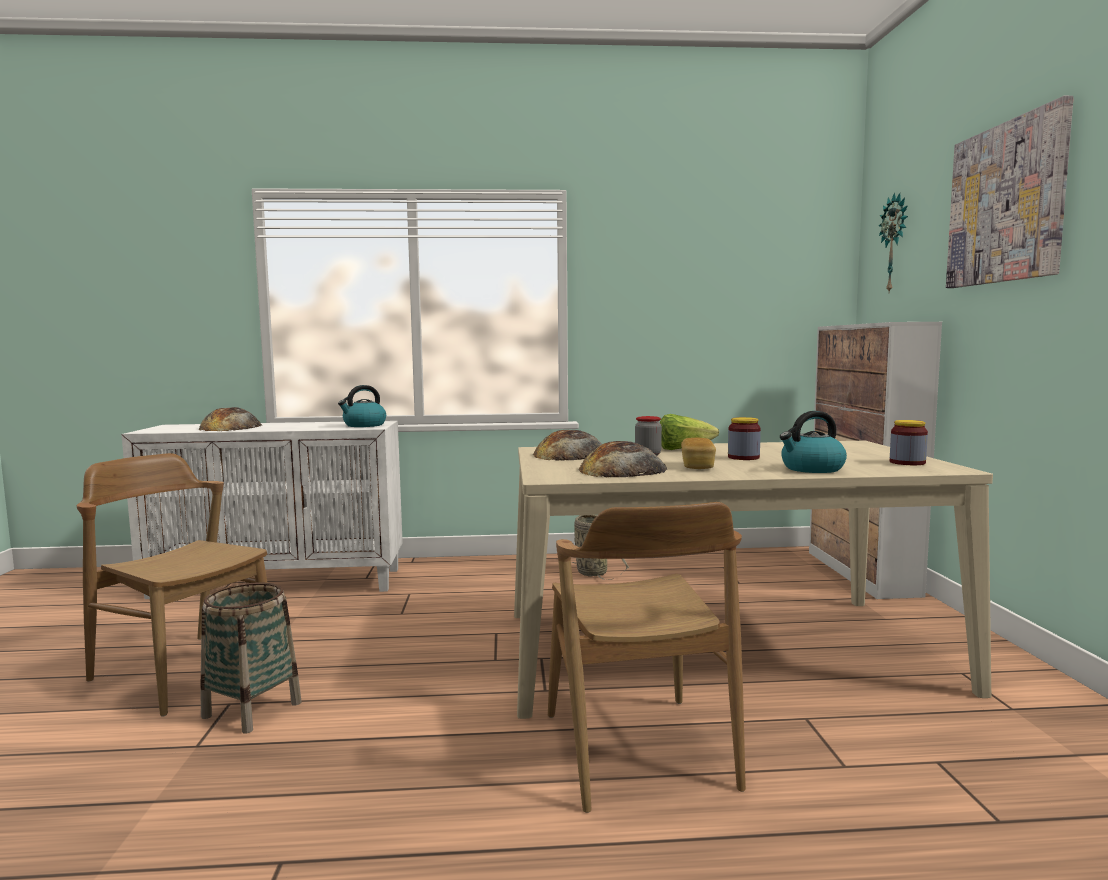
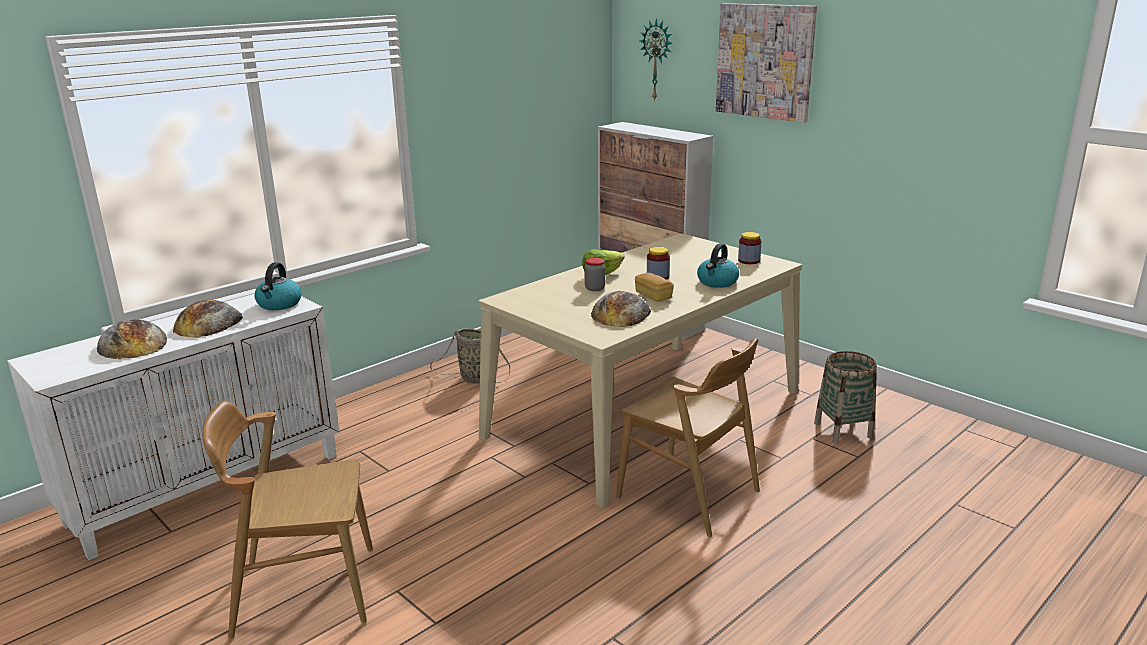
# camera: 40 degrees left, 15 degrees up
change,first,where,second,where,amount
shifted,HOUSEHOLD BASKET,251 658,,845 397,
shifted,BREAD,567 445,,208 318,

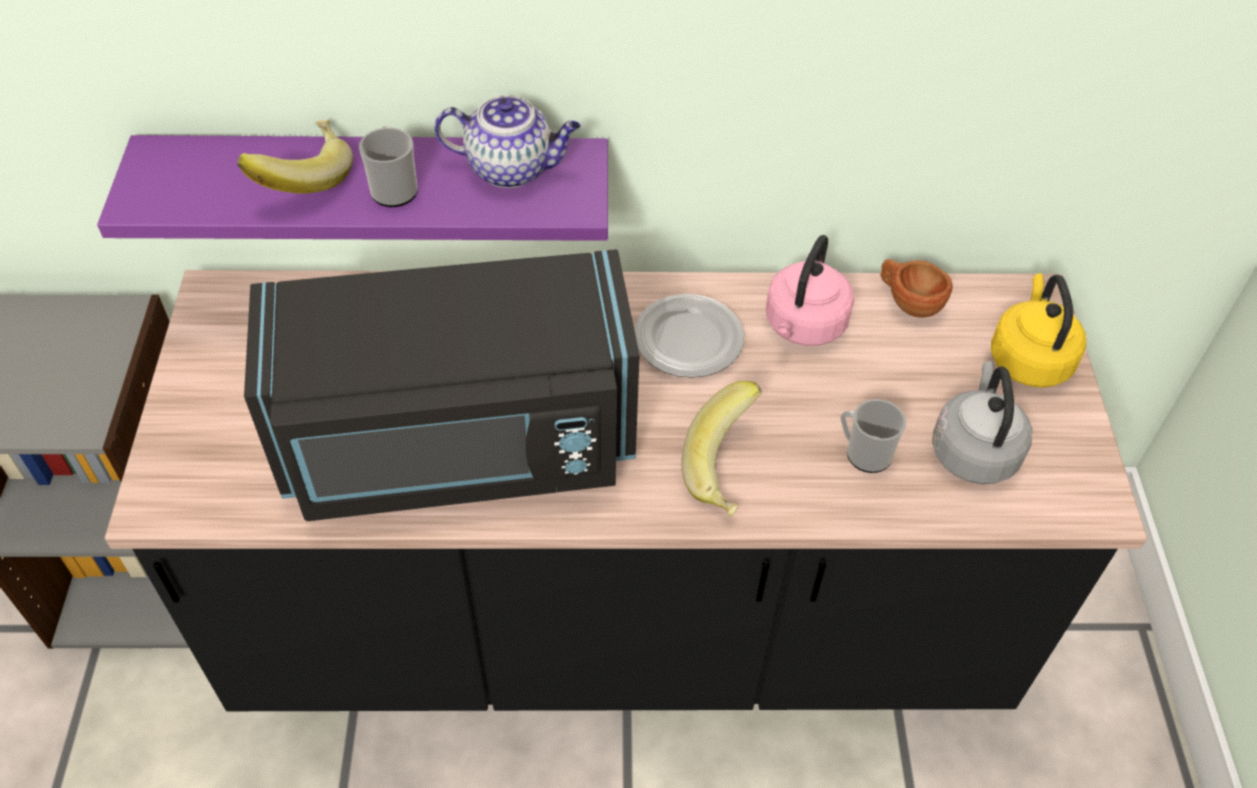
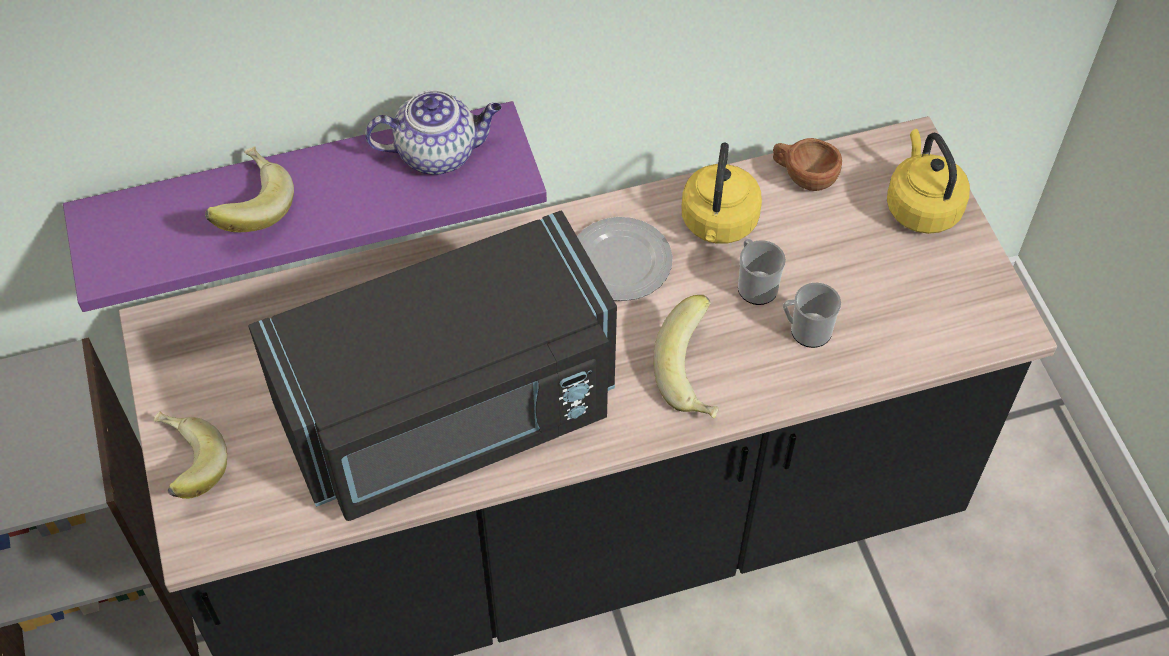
# camera: 15 degrees left, 5 degrees up
change,first,where,second,where,amount
gone,GREY WATER KETTLE,982 422,,,
new,,,BANANA,190 455,
shifted,COFFEE MUG,388 166,,762 271,
repainted,PINK-COLOURED WATER KETTLE,810 290,YELLOW-COLOURED WATER KETTLE,721 193,

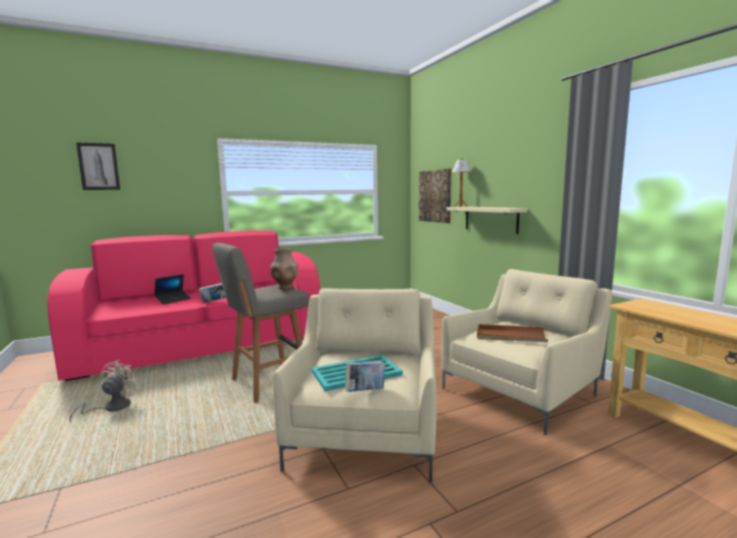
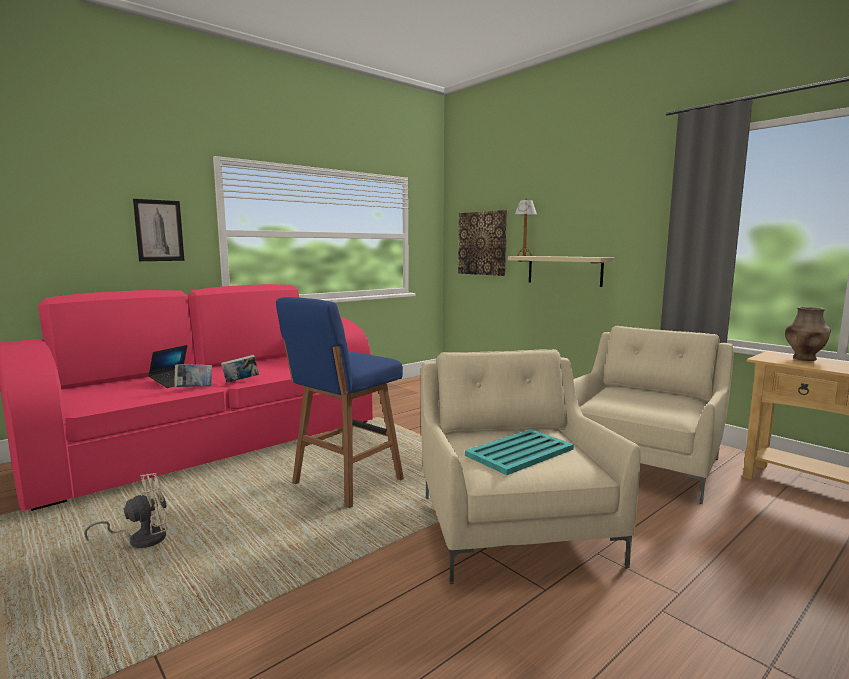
# camera: 15 degrees left, 0 degrees up
change,first,where,second,where,amount
gone,BROWNISH TRAY,512 333,,,
shifted,WALL PICTURE,98 166,,158 230,
shifted,BROWNISH FLOWER VASE,284 269,,808 334,
shifted,BOOK,365 376,,193 375,
repainted,GREY STOOL,260 323,BLUE STOOL,340 402,
rotated,BEIGE COOLING FAN,105 391,,126 510,60 degrees clockwise

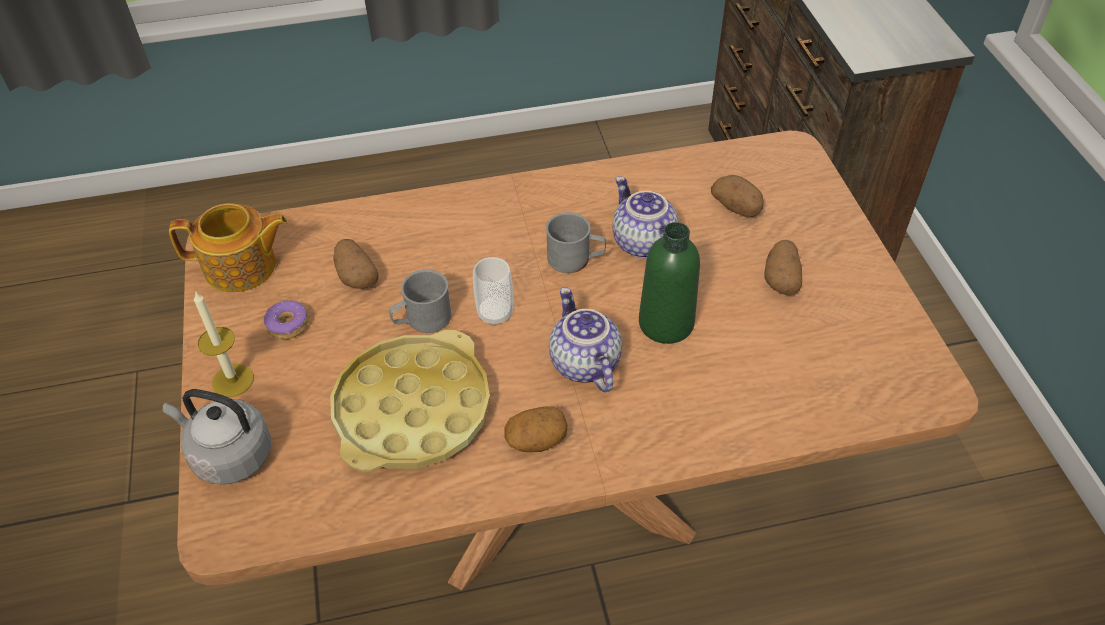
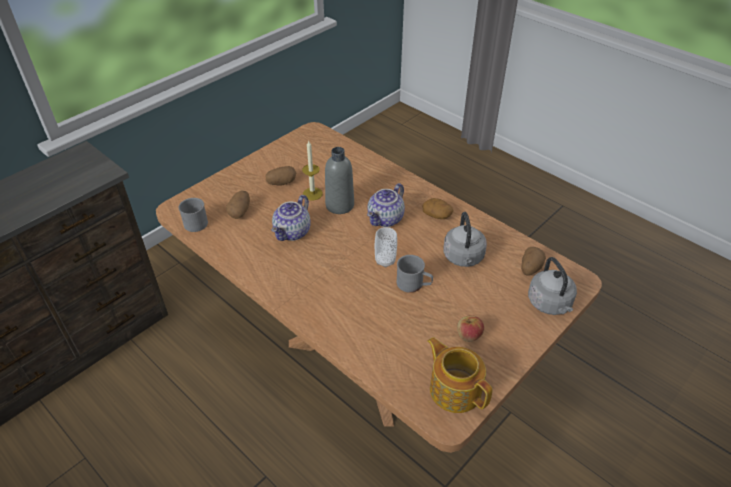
# camera: 125 degrees left, 5 degrees down
change,first,where,second,where,amount
shifted,WAX LIGHT,224 344,,312 170,
shifted,SPUD,356 264,,533 261,
shifted,GREY COFFEE MUG,576 242,,193 215,
swapped,DONUT,286 319,WHOLE APPLE,470 328,
swapped,YELLOW-COLOURED TRAY,410 401,GREY WATER KETTLE,465 239,
repainted,GREENISH BOTTLE,669 283,GREY BOTTLE,339 180,

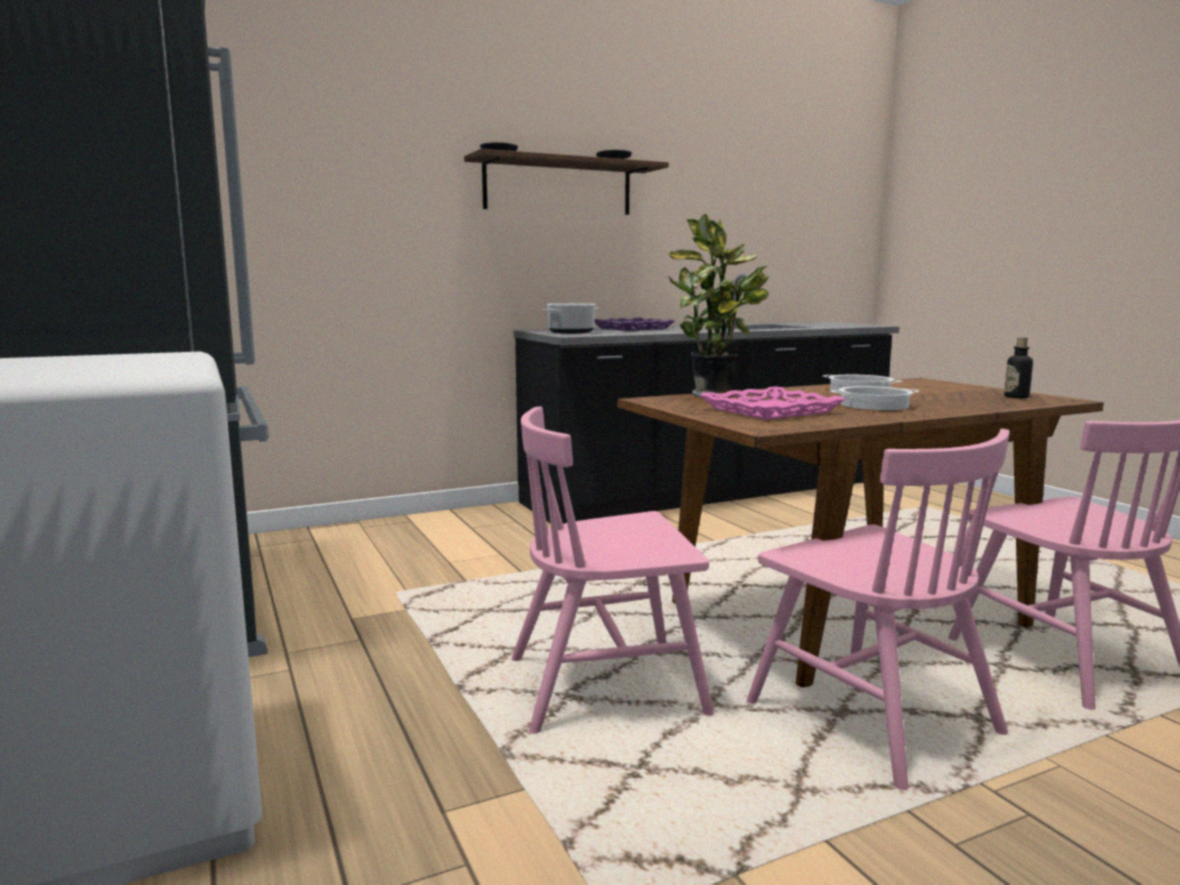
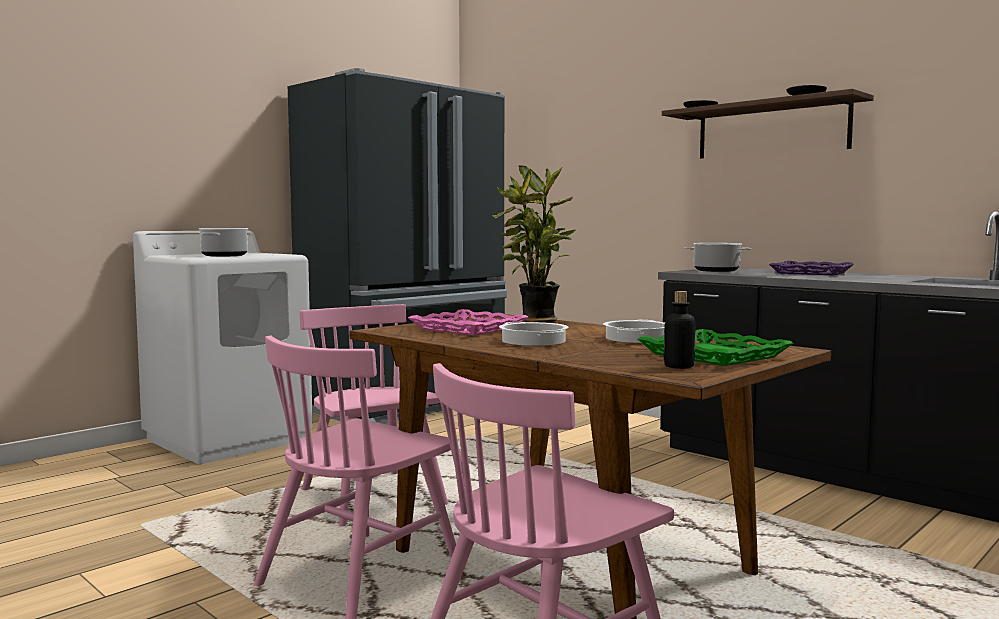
# camera: 70 degrees right, 5 degrees down
change,first,where,second,where,amount
new,,,STOCKPOT,223 242,
new,,,GREENISH TRAY,715 347,

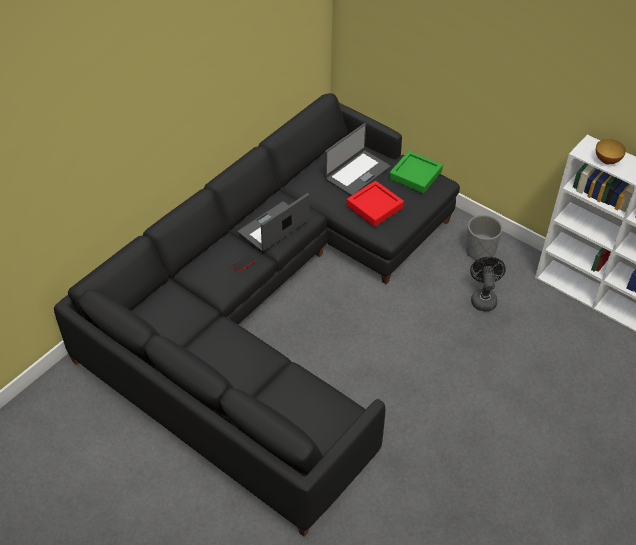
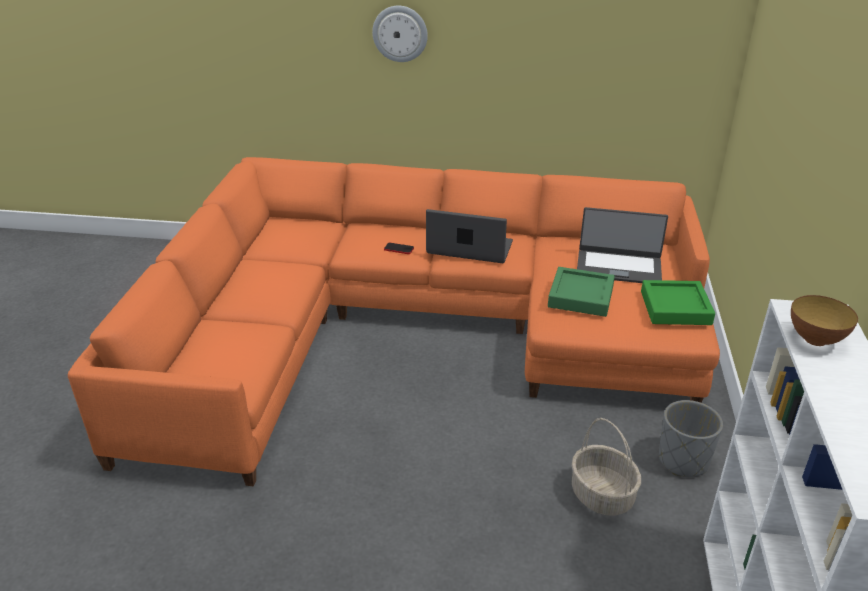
# camera: 60 degrees right, 15 degrees down
change,first,where,second,where,amount
new,,,WALL CLOCK,400 34,
swapped,BLACK-COLOURED COOLING FAN,488 284,HOUSEHOLD BASKET,606 467,
repainted,BLACK-COLOURED SOFA,257 315,ORANGE SOFA,394 321,
repainted,RED TRAY,375 204,GREENISH TRAY,581 292,

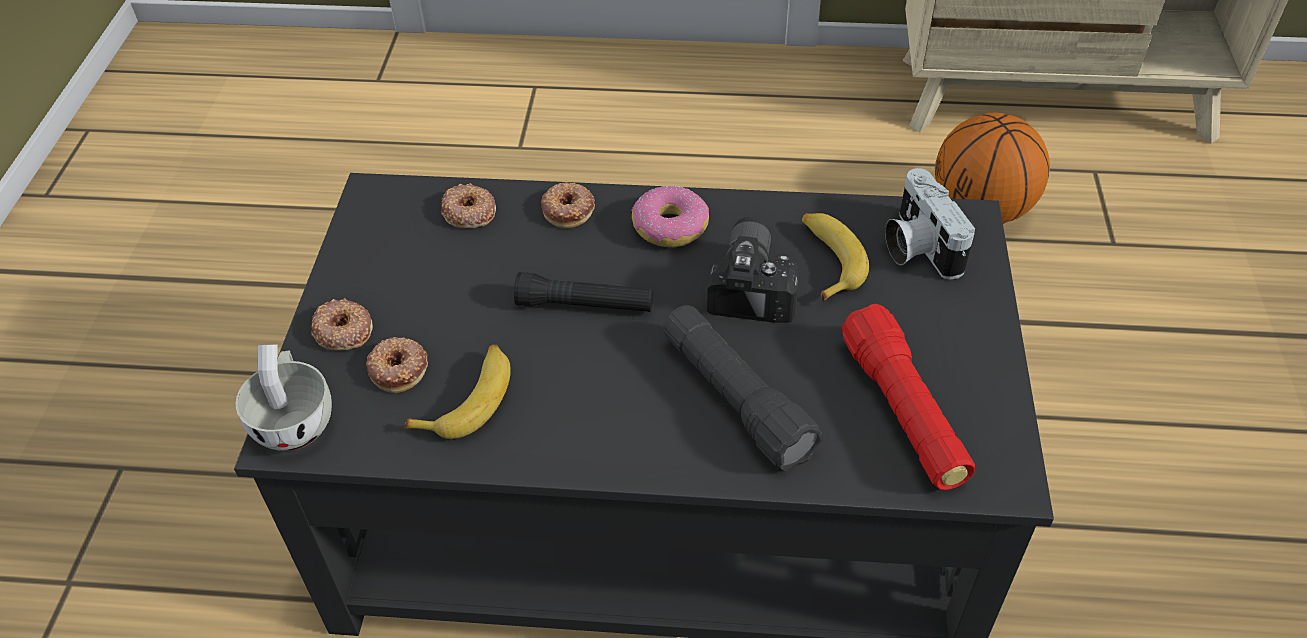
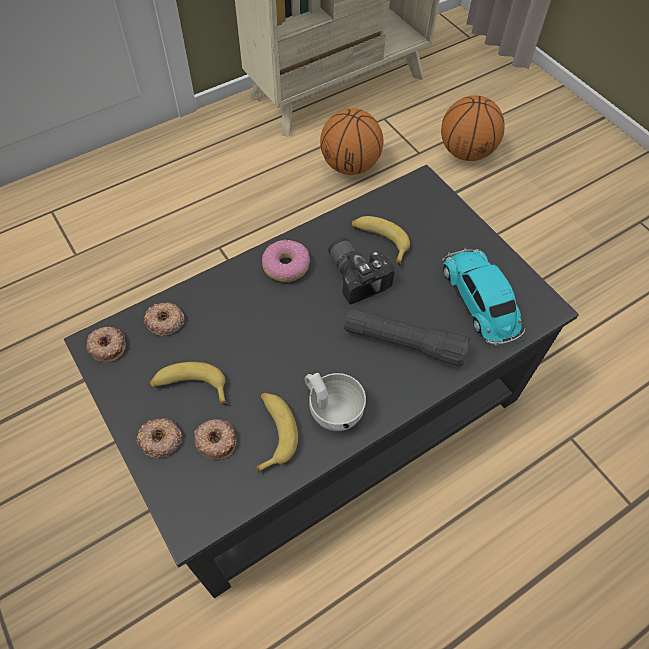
# camera: 40 degrees left, 10 degrees up
change,first,where,second,where,amount
gone,BLACK-COLOURED TORCH,583 292,,,
gone,STILL CAMERA,930 224,,,
new,,,BANANA,188 383,
new,,,BALL FOR BASKETBALL,473 128,
shifted,WHITE DRINKING CUP,284 397,,335 402,
shifted,DONUT,568 205,,106 344,
swapped,RED TORCH,908 397,MINIATURE CAR,483 296,

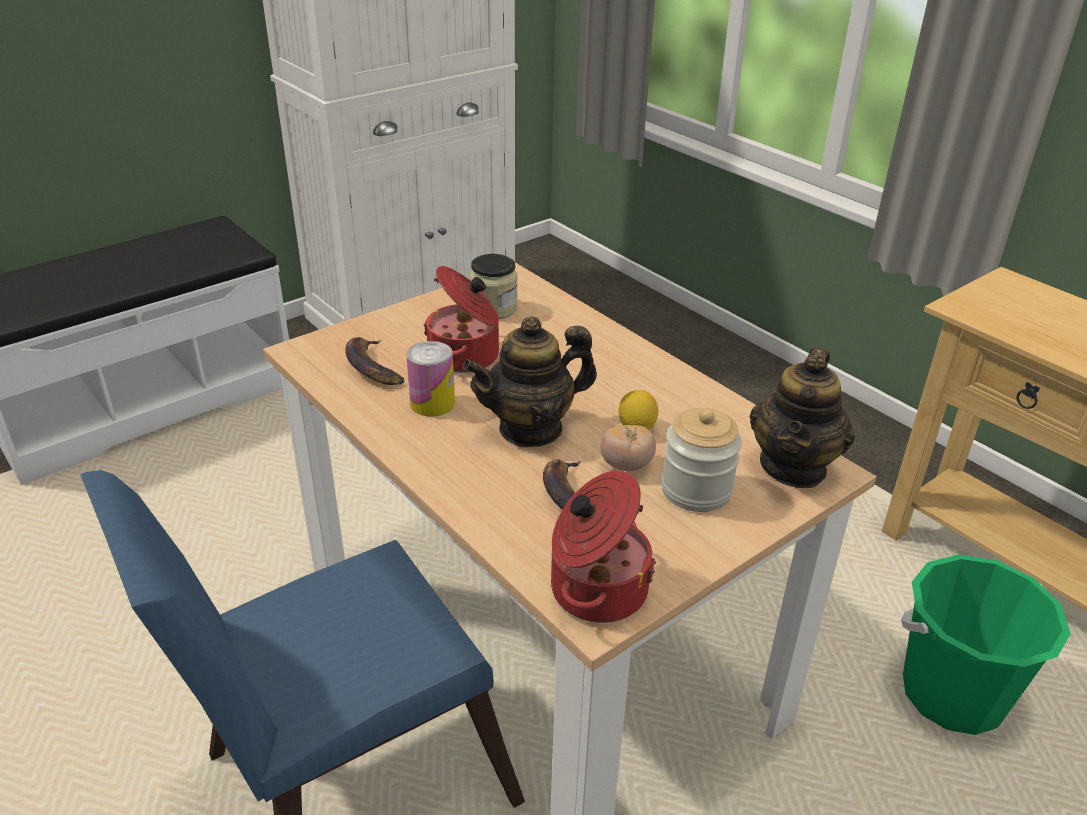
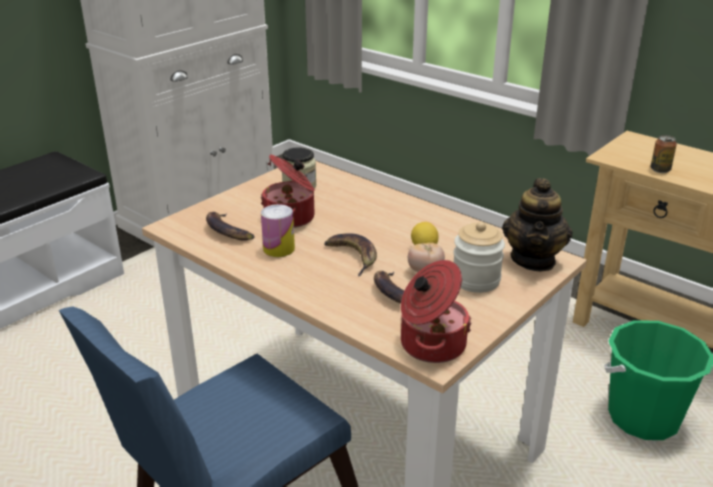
# camera: 10 degrees left, 5 degrees down
change,first,where,second,where,amount
new,,,SEALED CAN,664 154,
swapped,TEAPOT,529 381,BANANA,350 254,

